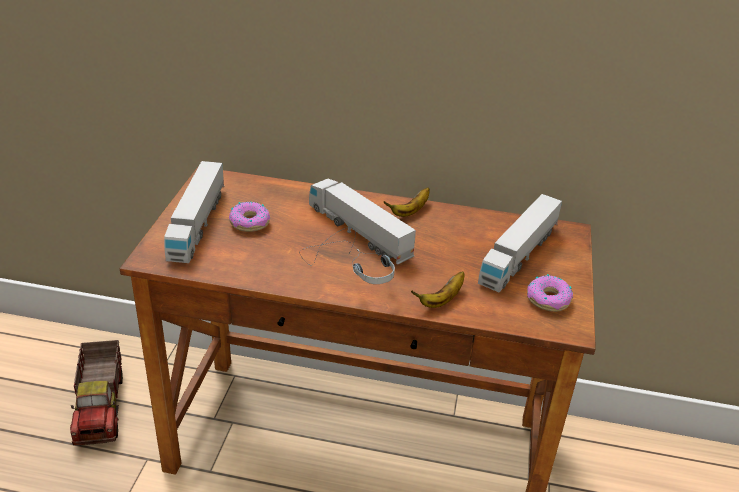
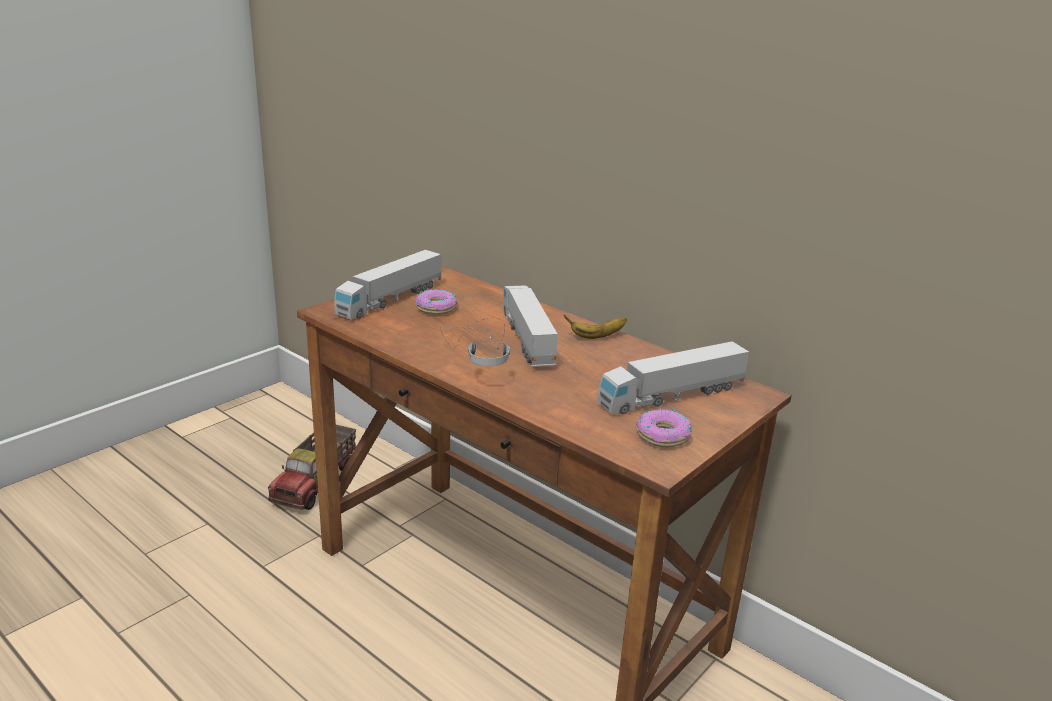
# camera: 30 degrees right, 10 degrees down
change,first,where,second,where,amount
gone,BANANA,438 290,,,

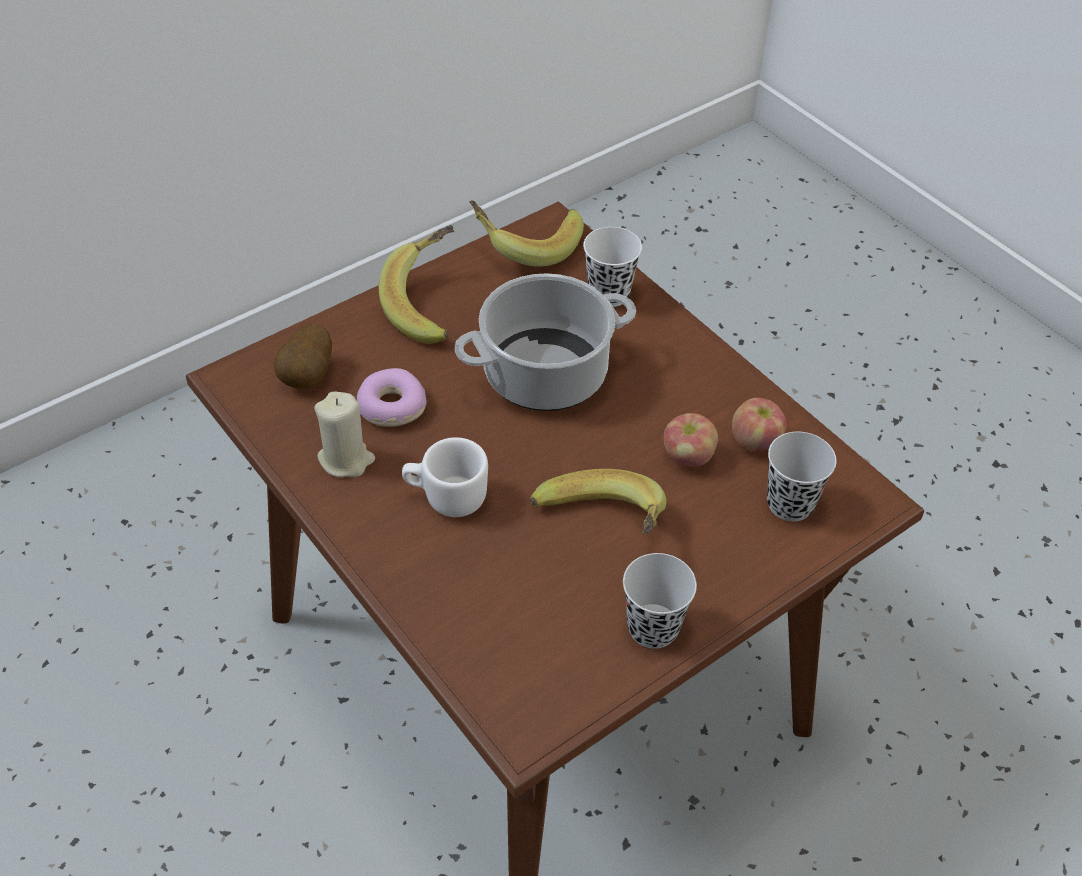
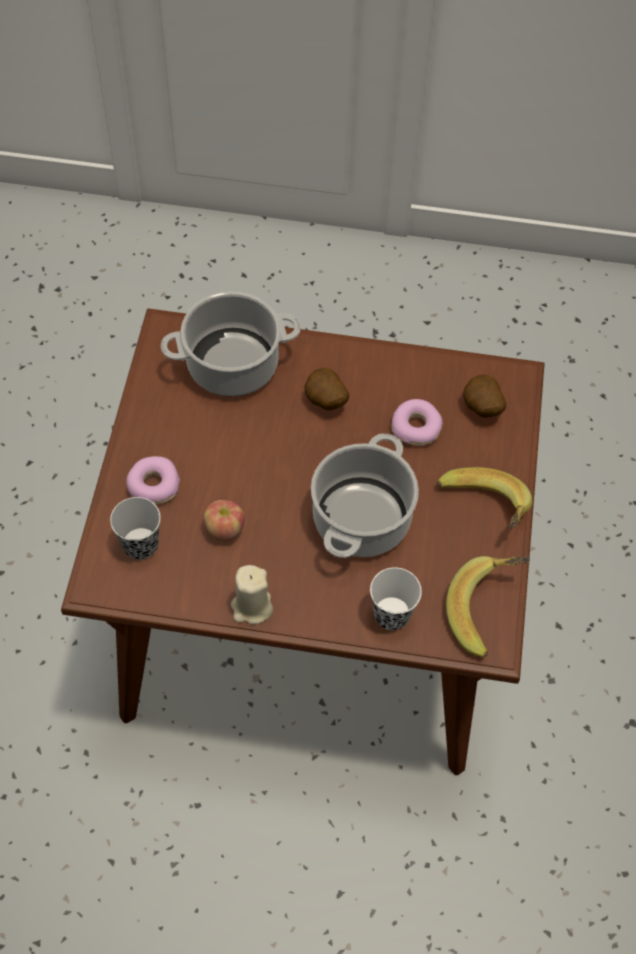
# camera: 135 degrees right, 10 degrees up
change,first,where,second,where,amount
gone,BANANA,598 502,,,
gone,BLACK-COLOURED DRINKING CUP,660 601,,,
gone,WHOLE APPLE,759 425,,,
new,,,DONUT,153 480,
new,,,STOCKPOT,231 344,
shifted,BEIGE WAX LIGHT,344 434,,252 594,
swapped,WHITE COFFEE MUG,445 477,SPUD,327 389,

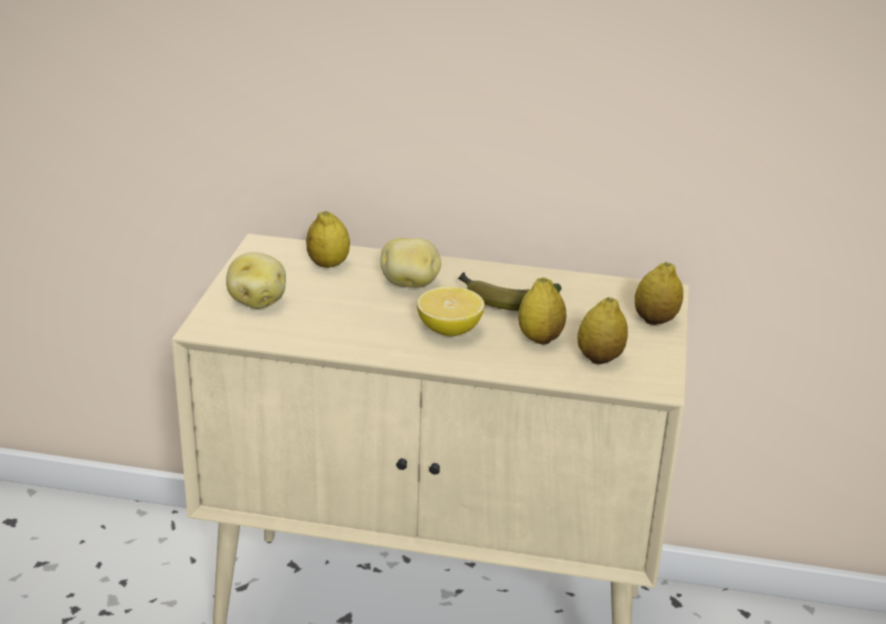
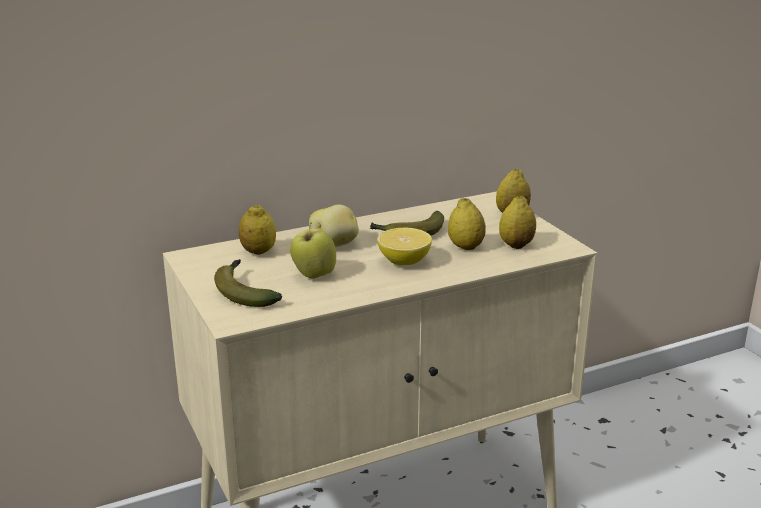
# camera: 35 degrees left, 5 degrees down
change,first,where,second,where,amount
new,,,WHOLE APPLE,313 250,
swapped,SPUD,256 280,BANANA,248 283,

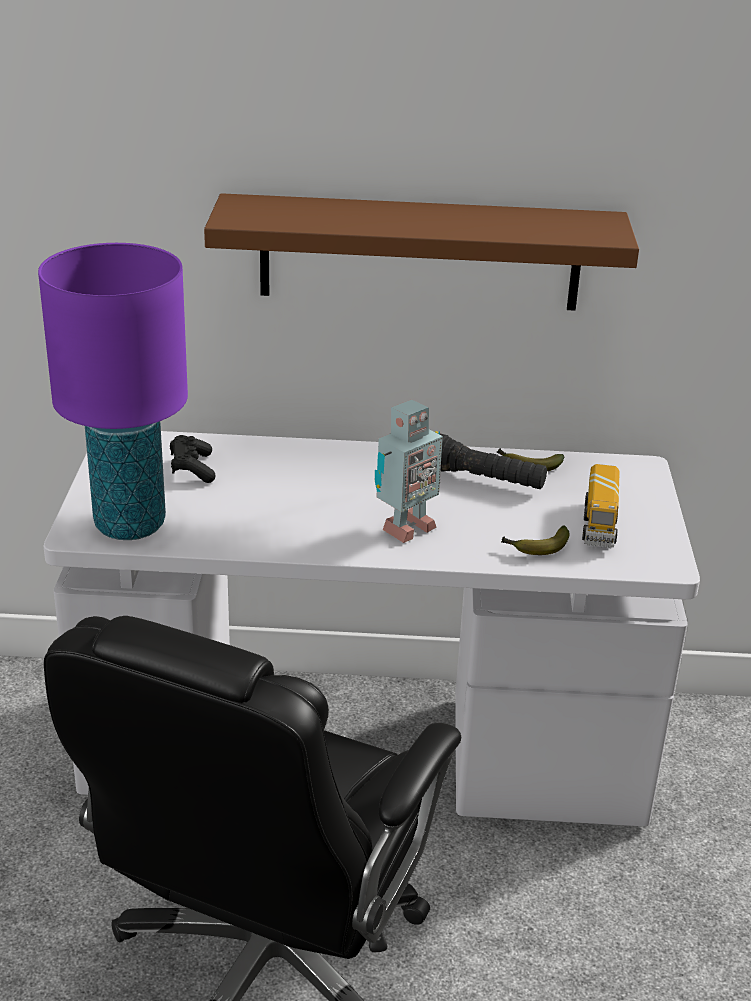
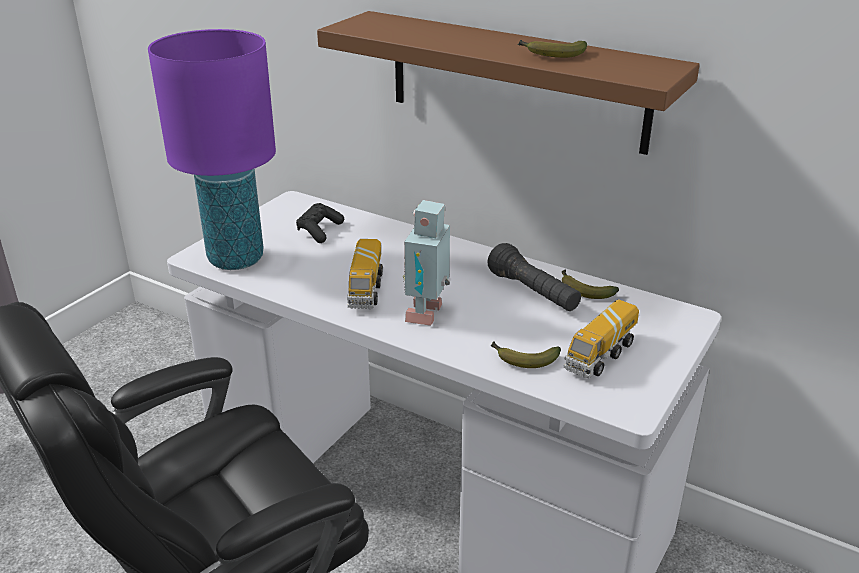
# camera: 30 degrees right, 0 degrees up
change,first,where,second,where,amount
new,,,MODEL TRUCK,365 274,
new,,,BANANA,552 49,
rotated,ROBOT FIGURE,409 471,,426 263,120 degrees clockwise

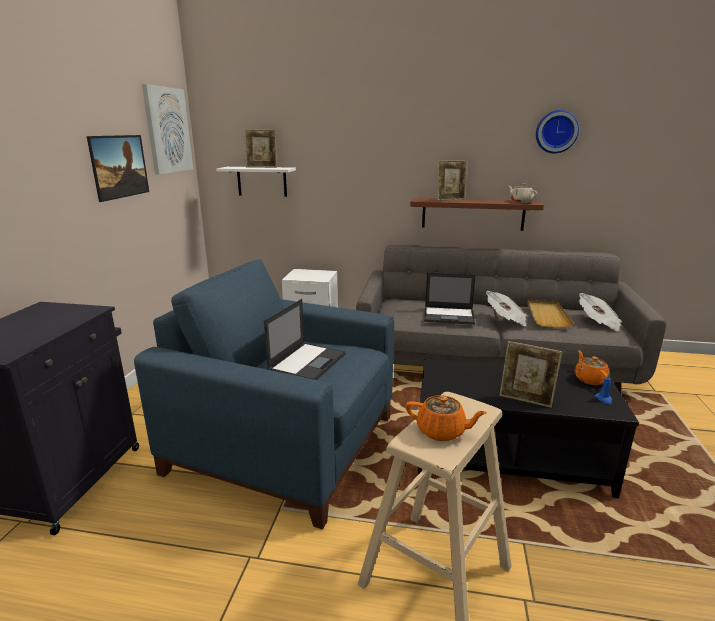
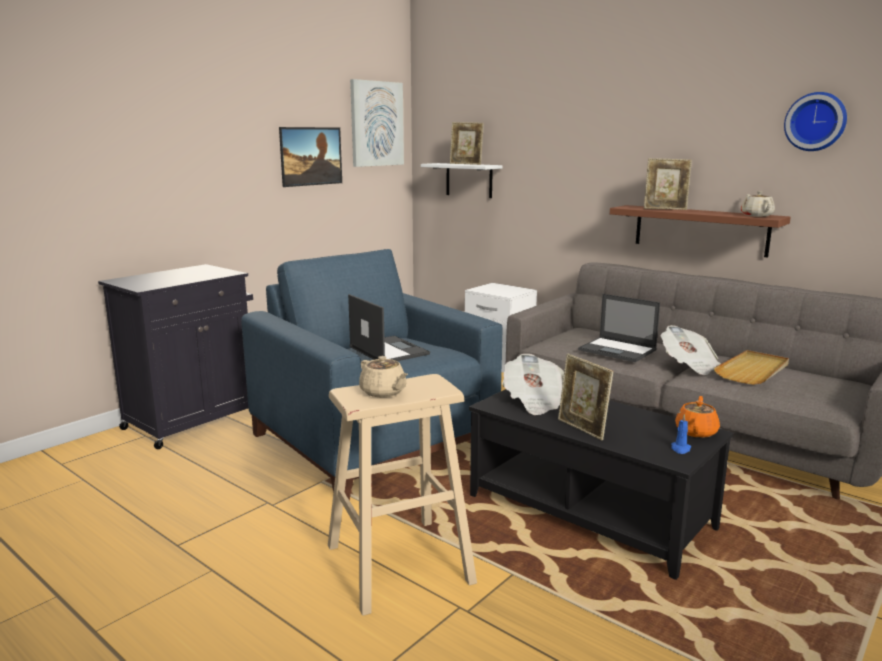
# camera: 30 degrees right, 5 degrees down
change,first,where,second,where,amount
shifted,NEWSPAPER,600 312,,533 384,
repainted,ORANGE TEAPOT,446 418,BEIGE TEAPOT,383 376,
rotated,PORTABLE COMPUTER,305 339,,389 327,90 degrees counterclockwise

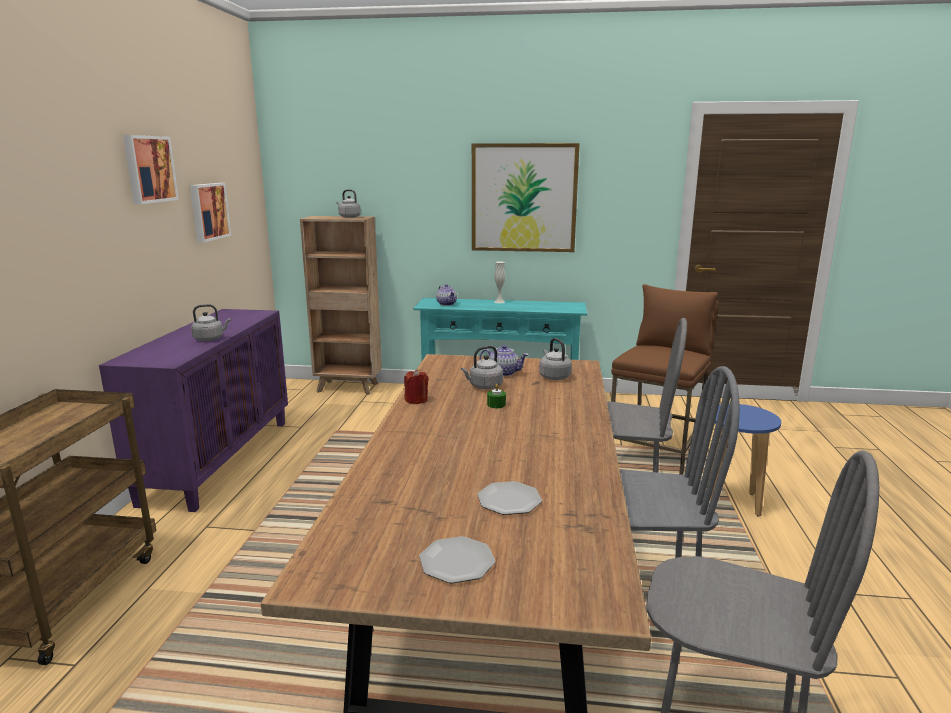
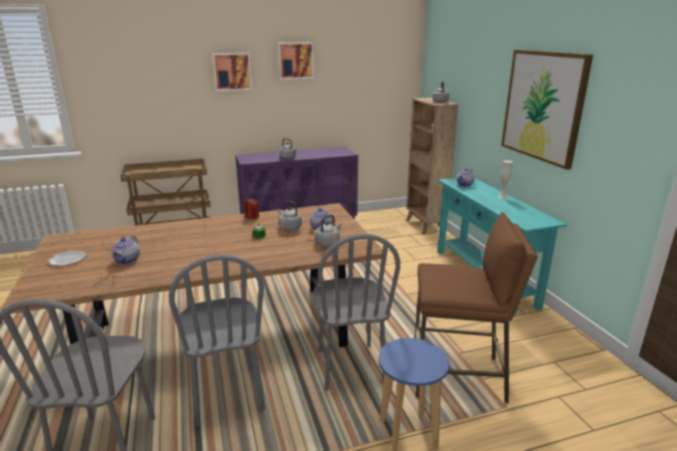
# camera: 65 degrees right, 5 degrees up
change,first,where,second,where,amount
shifted,WALL PICTURE,210 213,,232 72,
swapped,DINNER PLATE,510 498,TEAPOT,125 249,

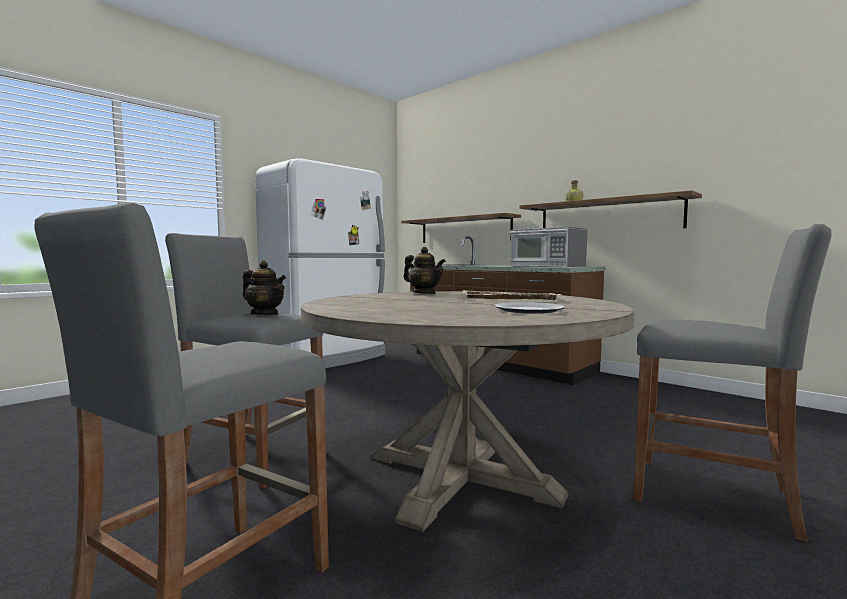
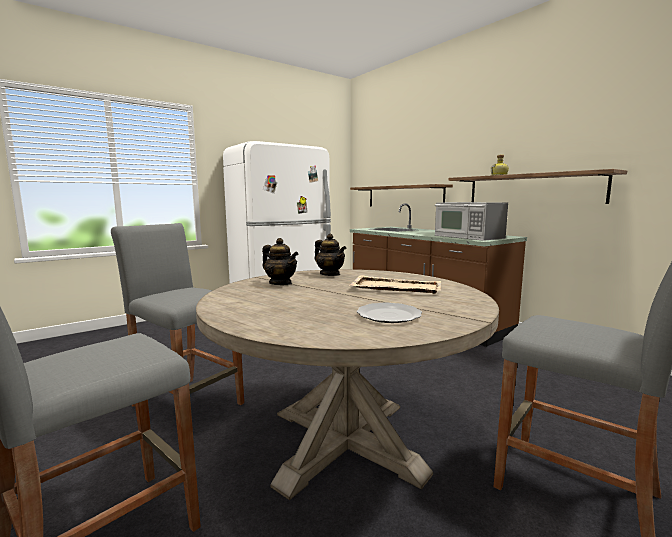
# camera: 10 degrees right, 5 degrees up
change,first,where,second,where,amount
shifted,TEAPOT,264 288,,280 261,

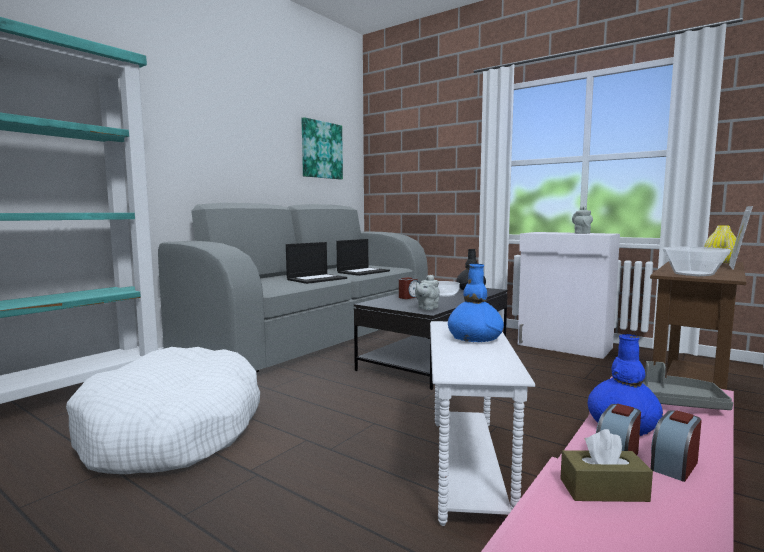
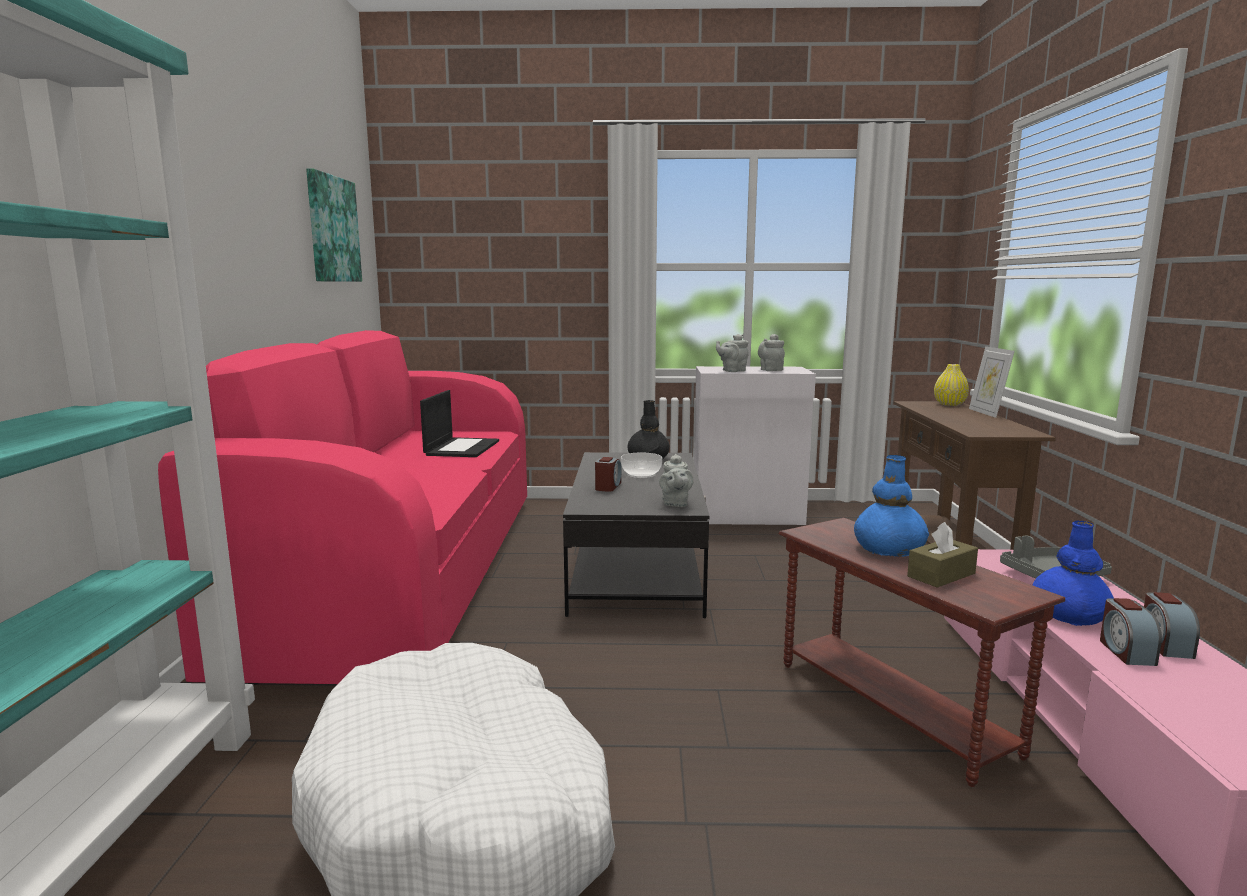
# camera: 35 degrees left, 5 degrees up
change,first,where,second,where,amount
gone,PORTABLE COMPUTER,316 263,,,
gone,DEEP DISH,697 261,,,
new,,,GREY TEAPOT,732 353,
shifted,BROWNISH TISSUE BOX,606 465,,942 555,
repainted,GREY SOFA,293 288,PINK-COLOURED SOFA,342 507,
repainted,WHITE SIDE TABLE,482 423,BROWNISH SIDE TABLE,922 652,

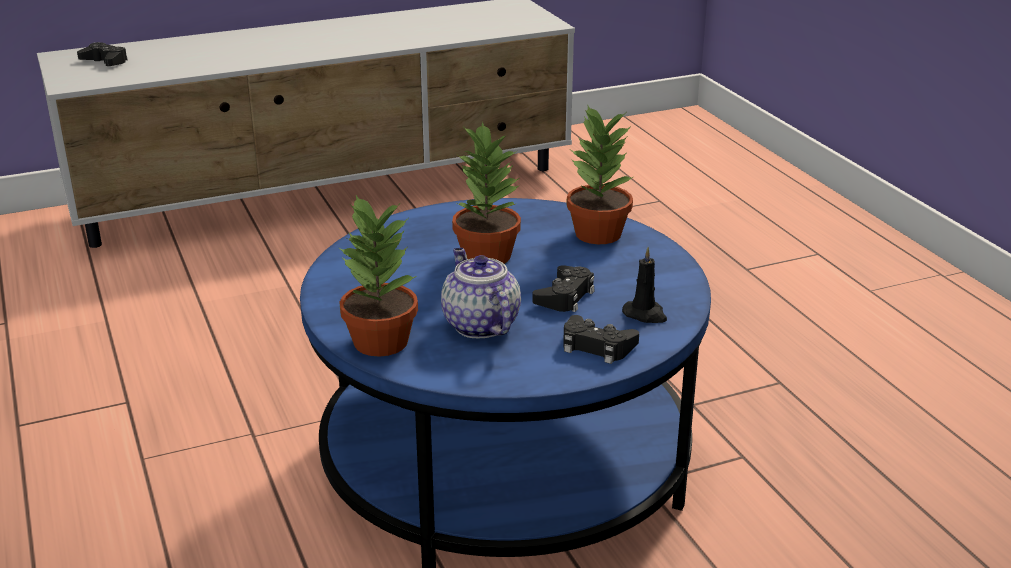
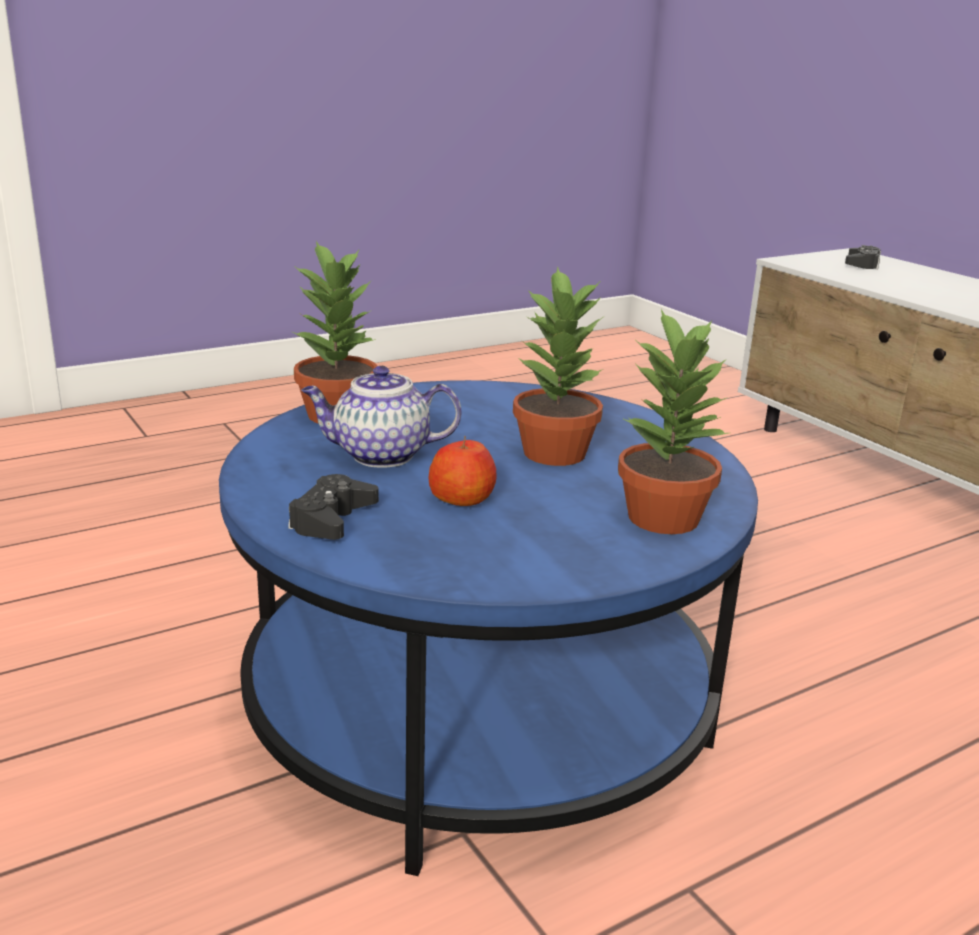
# camera: 80 degrees right, 5 degrees down
change,first,where,second,where,amount
gone,BLACK-COLOURED WAX LIGHT,644 285,,,
swapped,BLACK-COLOURED GAMEPAD,563 288,WHOLE APPLE,462 471,
rotated,TEAPOT,481 293,,381 417,150 degrees counterclockwise

